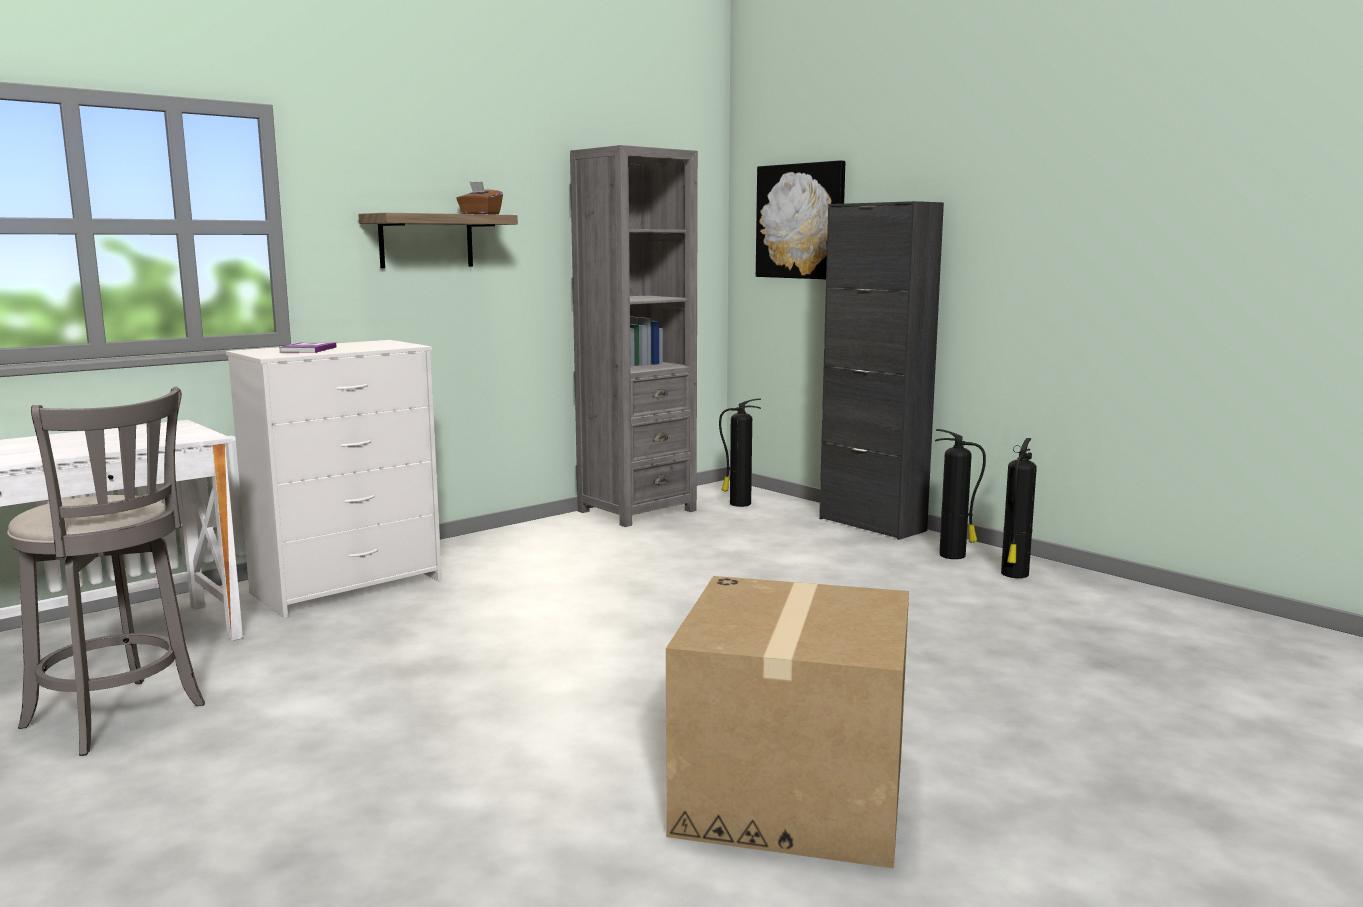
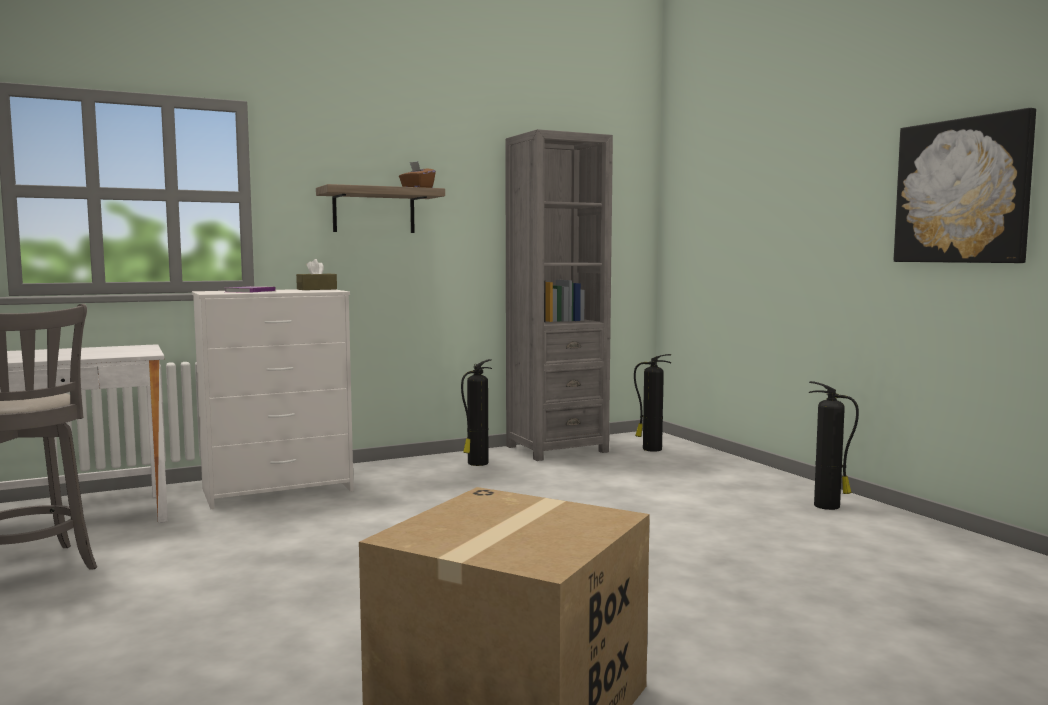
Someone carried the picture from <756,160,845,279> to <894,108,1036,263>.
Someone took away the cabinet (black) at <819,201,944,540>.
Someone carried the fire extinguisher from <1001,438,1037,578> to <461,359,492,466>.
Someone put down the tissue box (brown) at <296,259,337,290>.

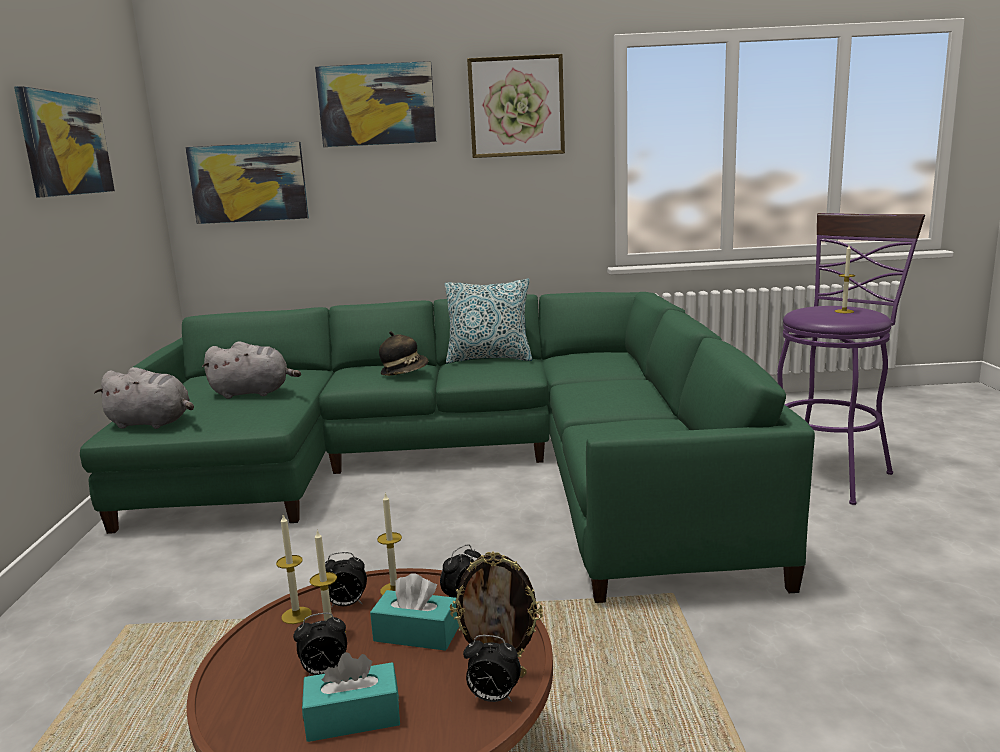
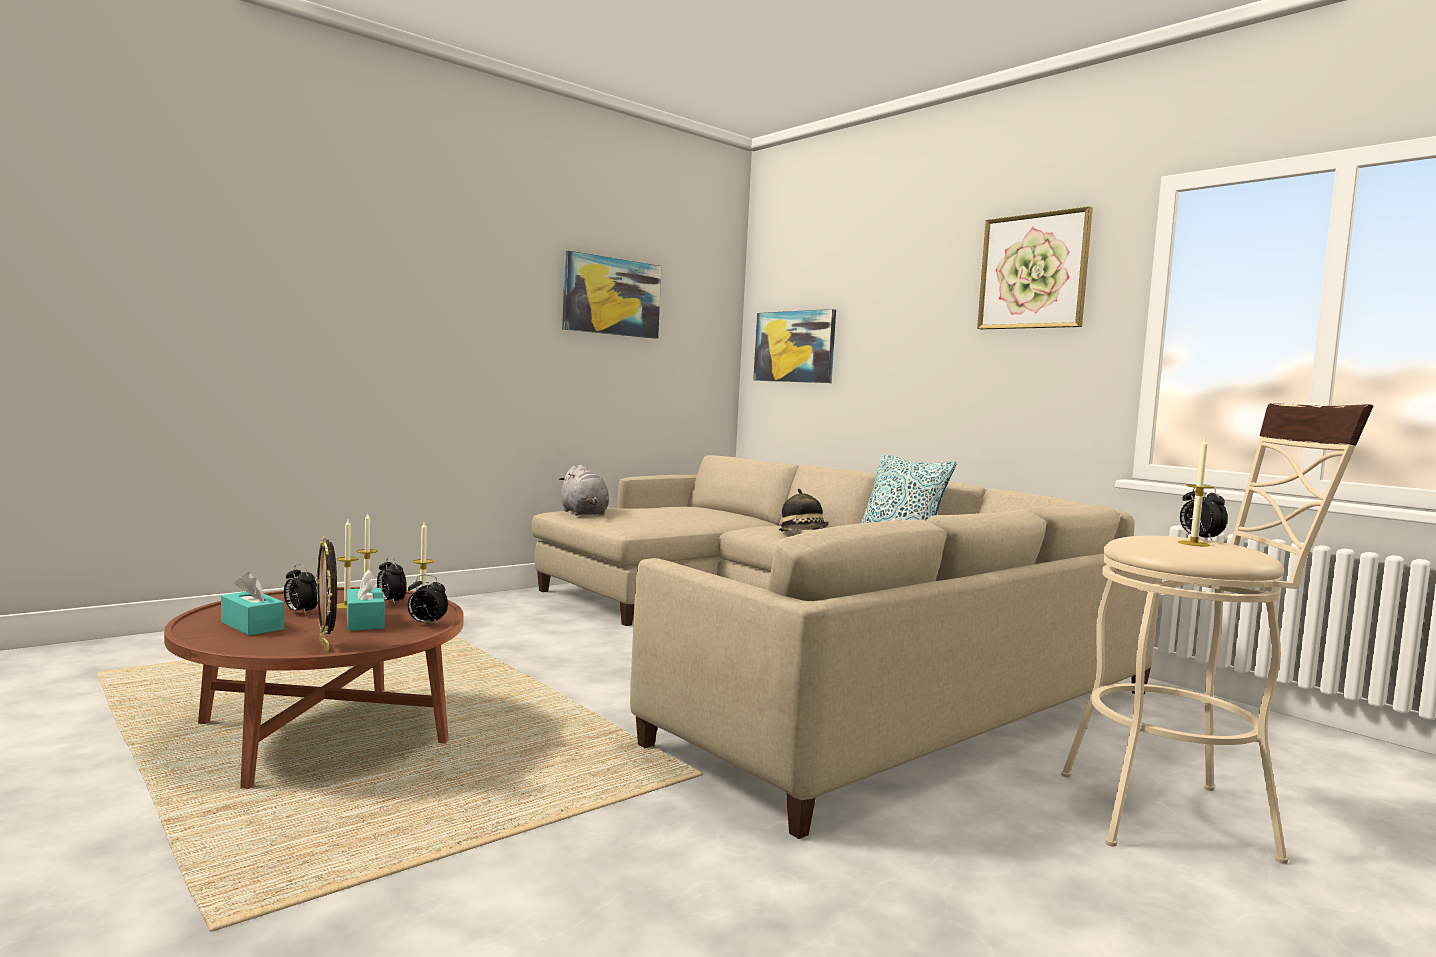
Someone took away the picture at <315,61,436,147>.
Someone repainted the stool (purple) at <777,213,925,505>, which became the stool (beige) at <1061,403,1374,864>.
Someone repainted the sofa (green) at <80,292,815,603>, which became the sofa (beige) at <531,455,1161,839>.
Someone took away the plush toy (grey) at <202,341,301,399>.
Someone carried the alarm clock from <463,635,521,702> to <1180,484,1228,541>.

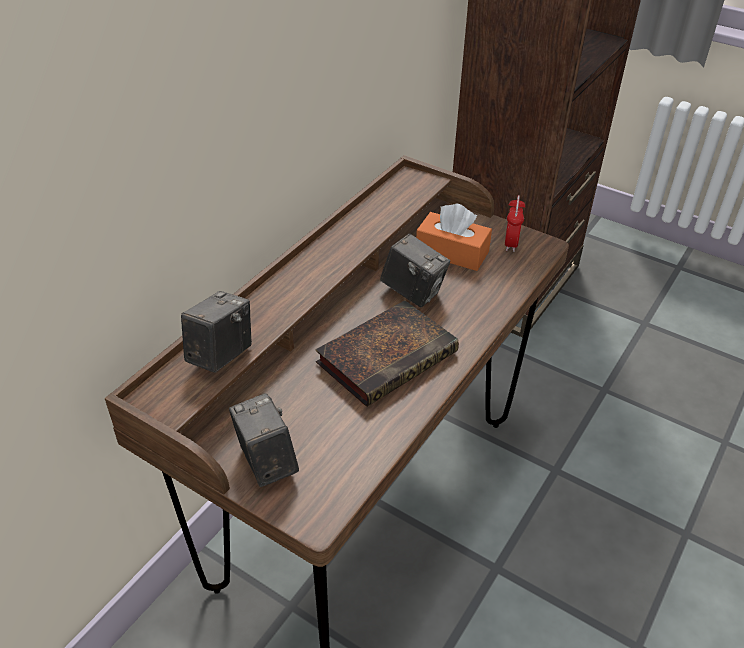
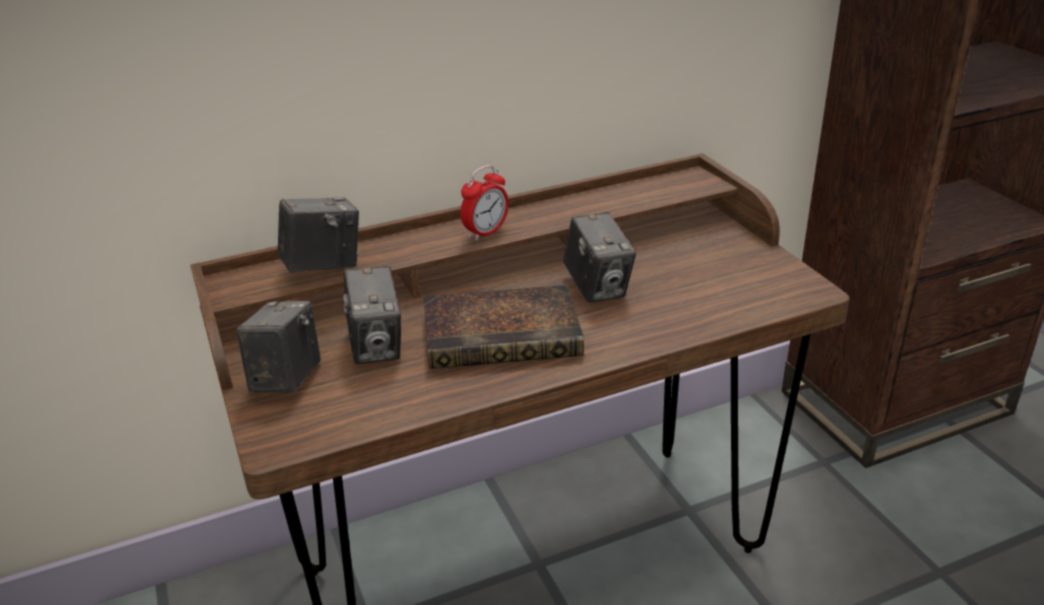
Someone carried the alarm clock from <505,195,525,252> to <461,165,509,241>.
Someone took away the tissue box (orange) at <416,204,492,271>.
Someone put down the photo camera at <343,266,401,364>.

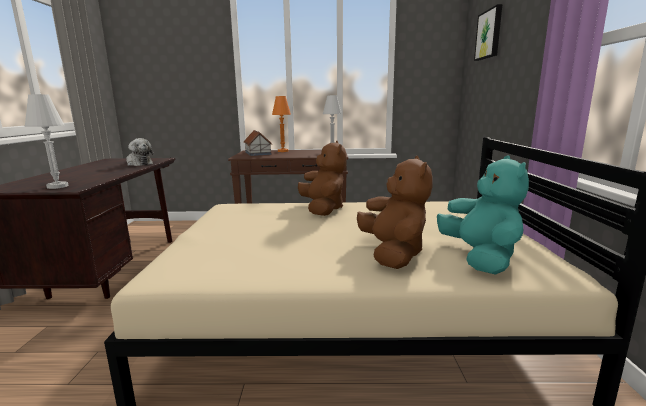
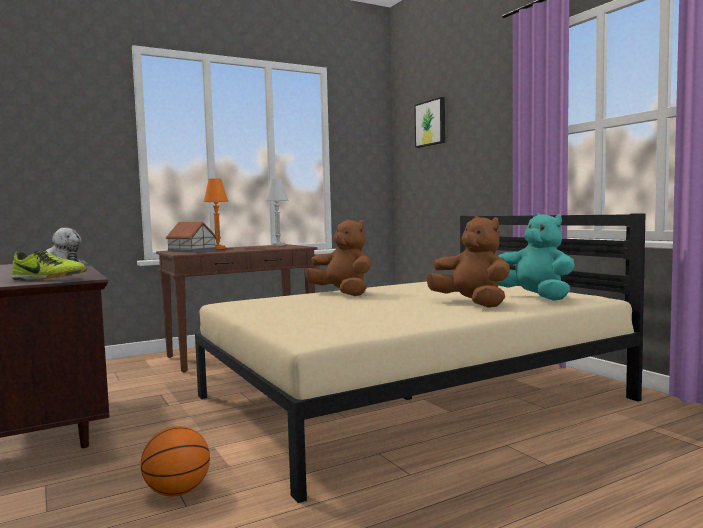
Someone swapped the table lamp (white) at <25,94,69,189> for the shoe at <12,250,87,281>.
Someone put down the basketball at <141,426,210,496>.

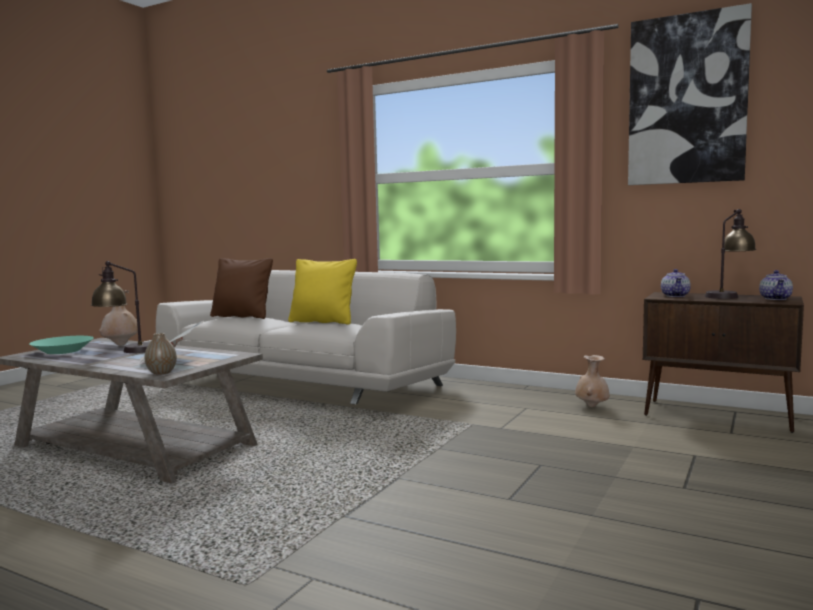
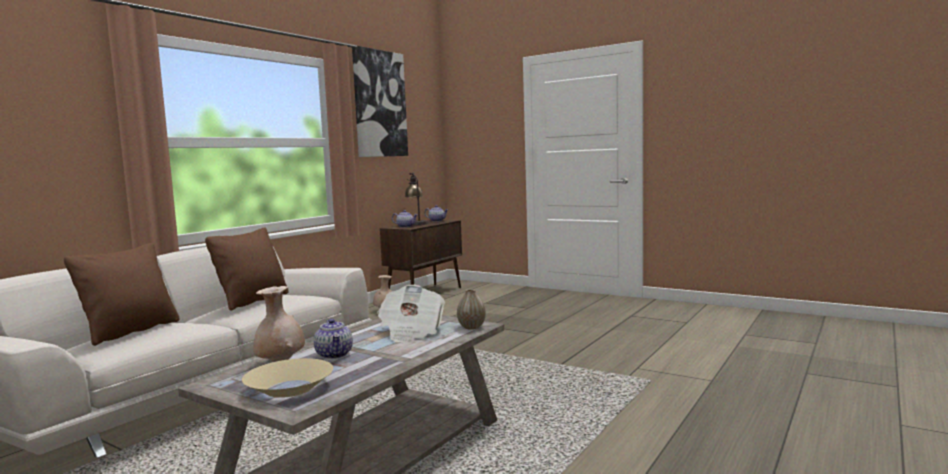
Someone repainted the pillow (yellow) at <288,259,357,325>, which became the pillow (brown) at <205,228,289,311>.
Someone swapped the table lamp at <91,261,150,353> for the teapot at <314,319,353,359>.
Someone repainted the bowl (turquoise) at <29,336,94,354>, which became the bowl (beige) at <242,358,333,398>.

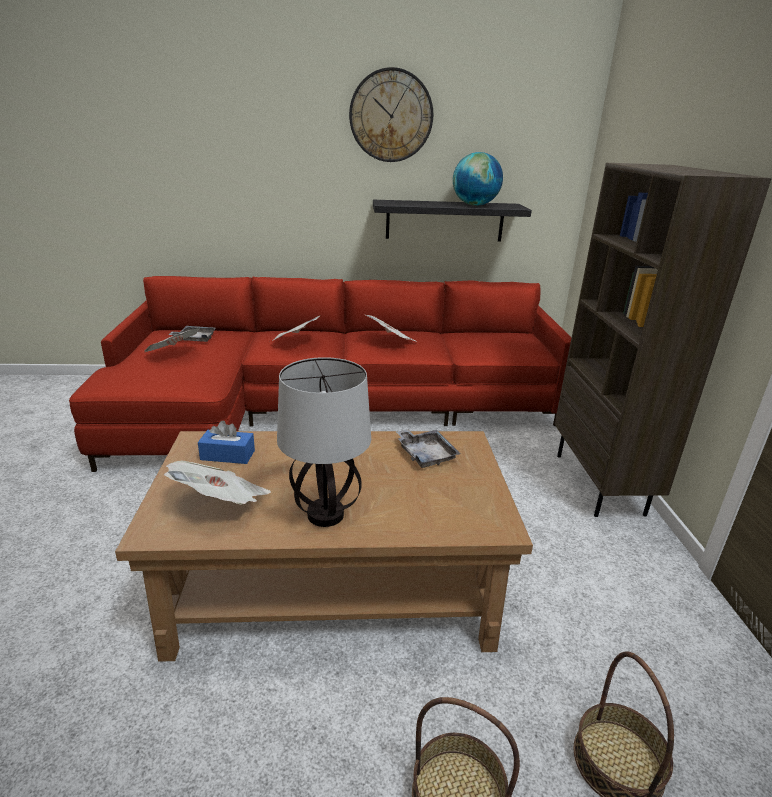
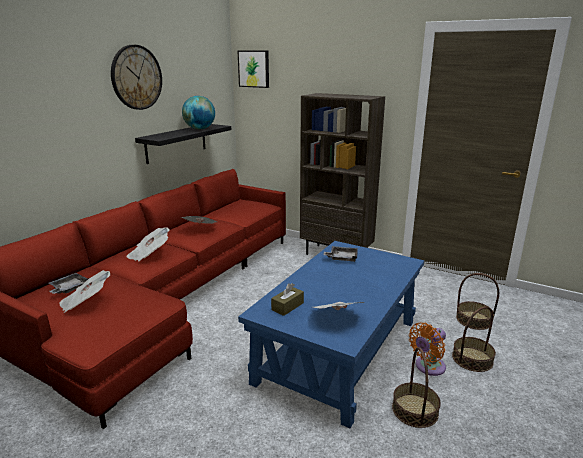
Someone took away the table lamp at <277,357,371,527>.
Someone repainted the tissue box (blue) at <198,421,255,464>, which became the tissue box (brown) at <271,283,304,316>.
Someone repainted the coffee table (brown) at <115,431,533,662>, which became the coffee table (blue) at <238,241,424,428>.
Someone put up the picture at <238,50,269,88>.
Someone put down the fan (orange) at <409,323,446,376>.
Someone put down the basket at <392,347,441,428>.

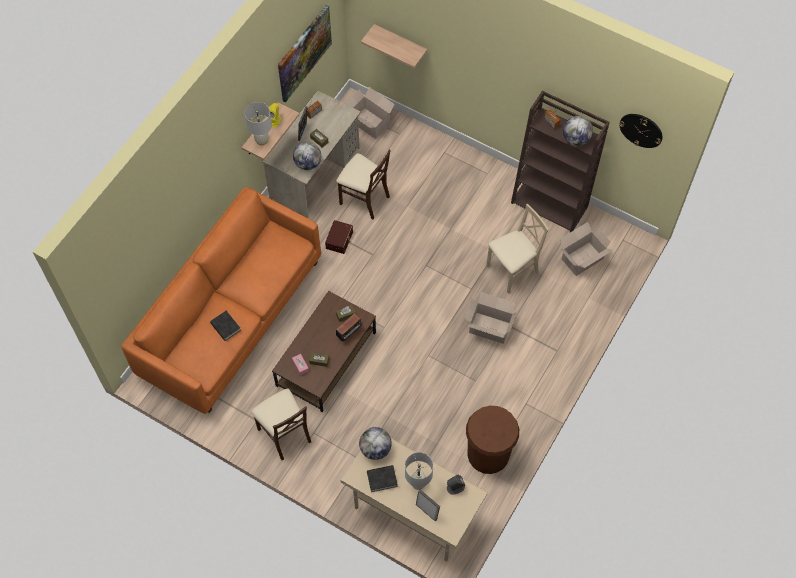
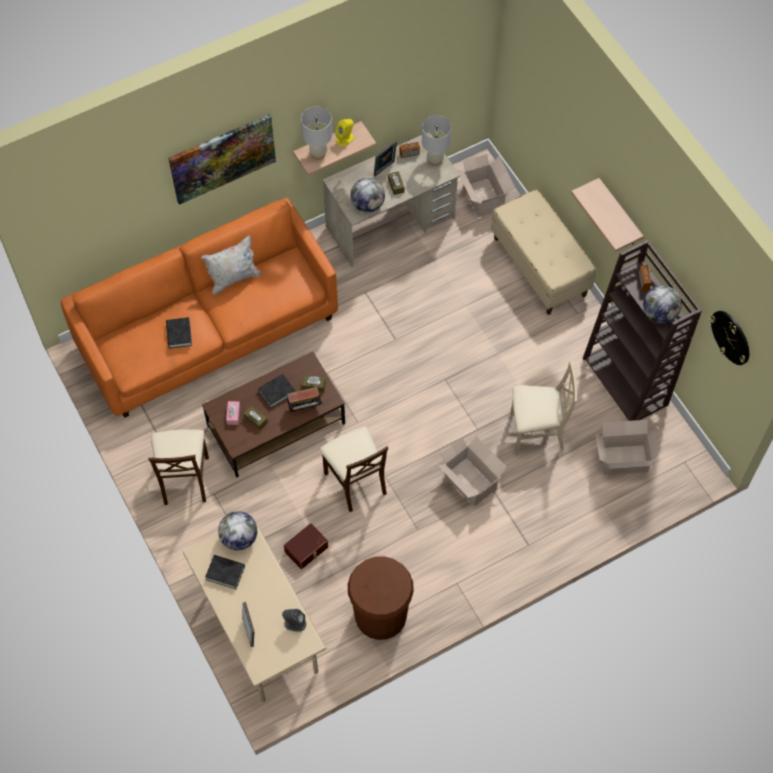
Someone carried the picture from <278,5,332,102> to <168,114,276,205>.
Someone carried the shelf from <361,24,427,68> to <571,178,644,252>.
Someone carried the chair (beige) from <336,149,391,219> to <320,426,388,512>.
Someone carried the storage box (brown) from <325,220,353,254> to <284,523,328,569>.
Someone carried the table lamp (white) from <405,452,433,490> to <422,115,451,166>.
Someone put down the bench (beige) at <491,189,596,315>.
Someone put down the pillow (white) at <201,235,262,295>.
Someone put down the book (black) at <258,374,295,408>.

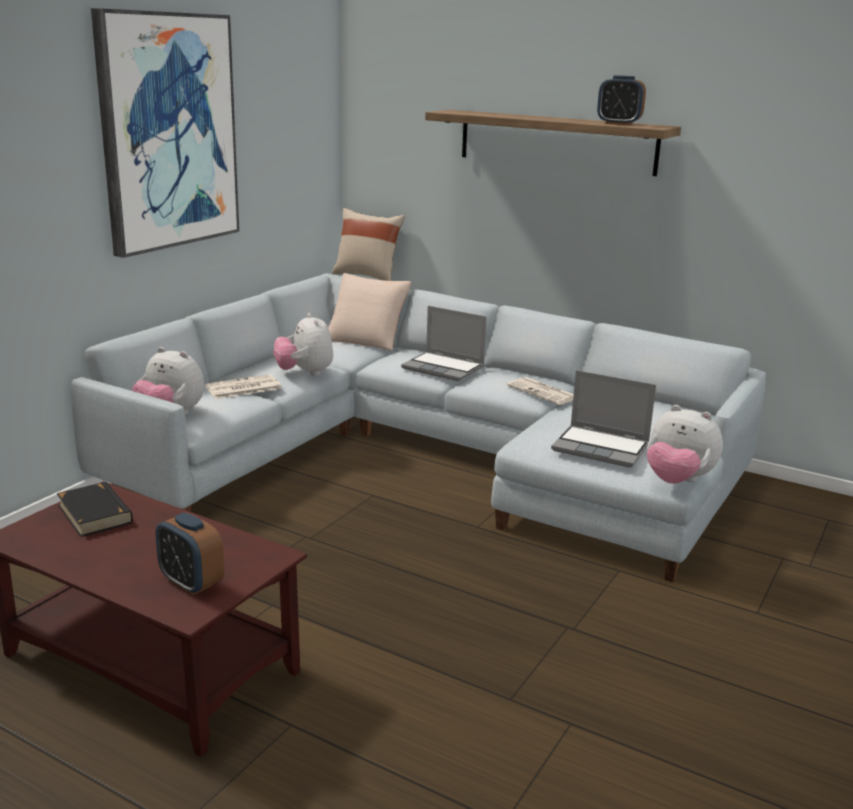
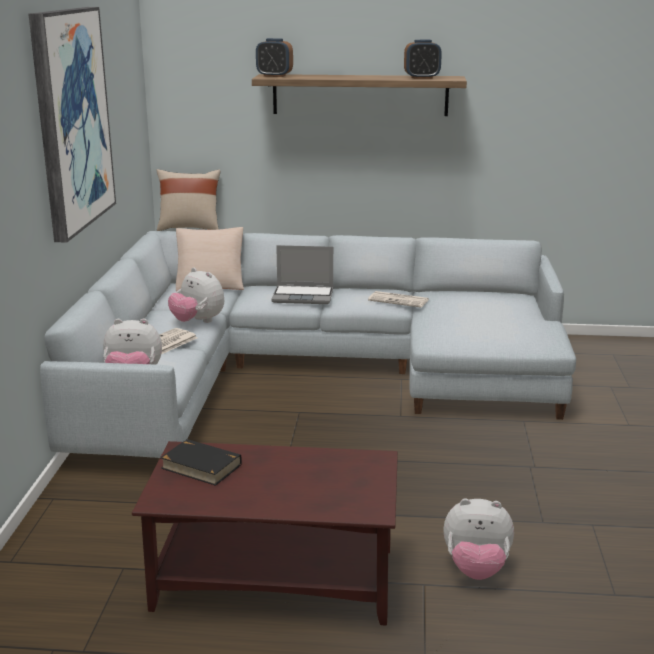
Someone took away the laptop at <551,370,656,468>.
Someone carried the plush toy from <647,405,723,484> to <443,498,514,580>.
Someone carried the alarm clock from <155,513,224,595> to <256,38,293,77>.

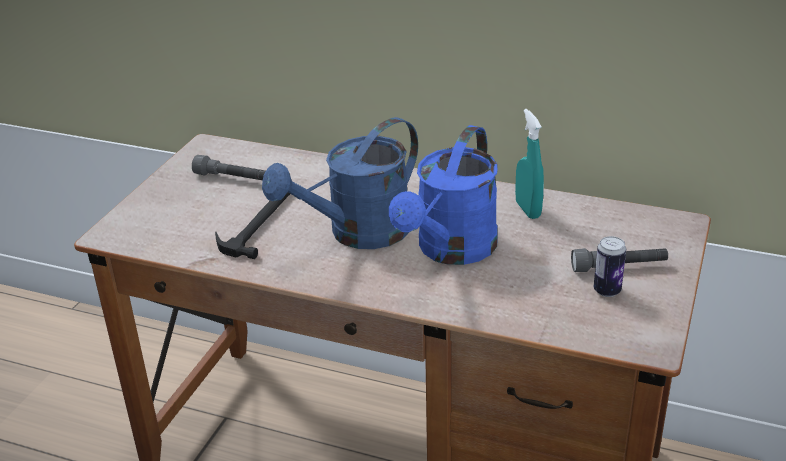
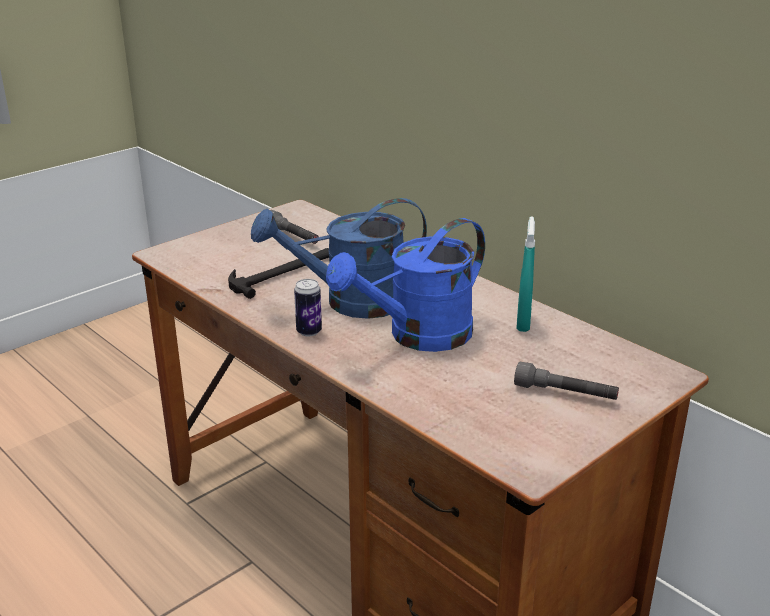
Someone carried the can from <594,236,626,297> to <294,279,322,337>.

